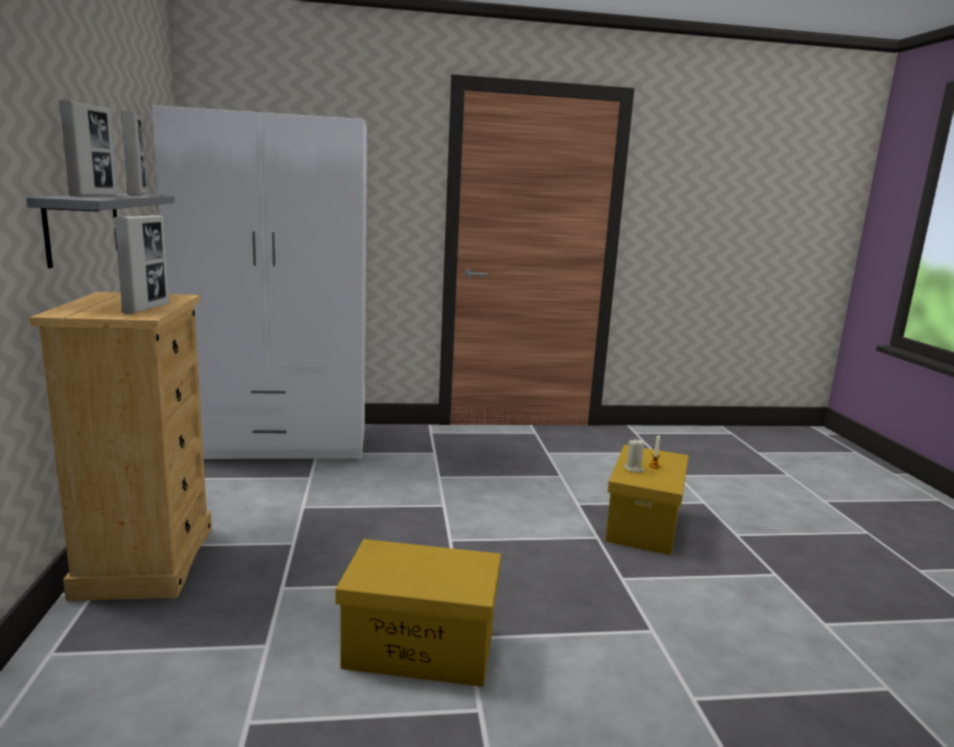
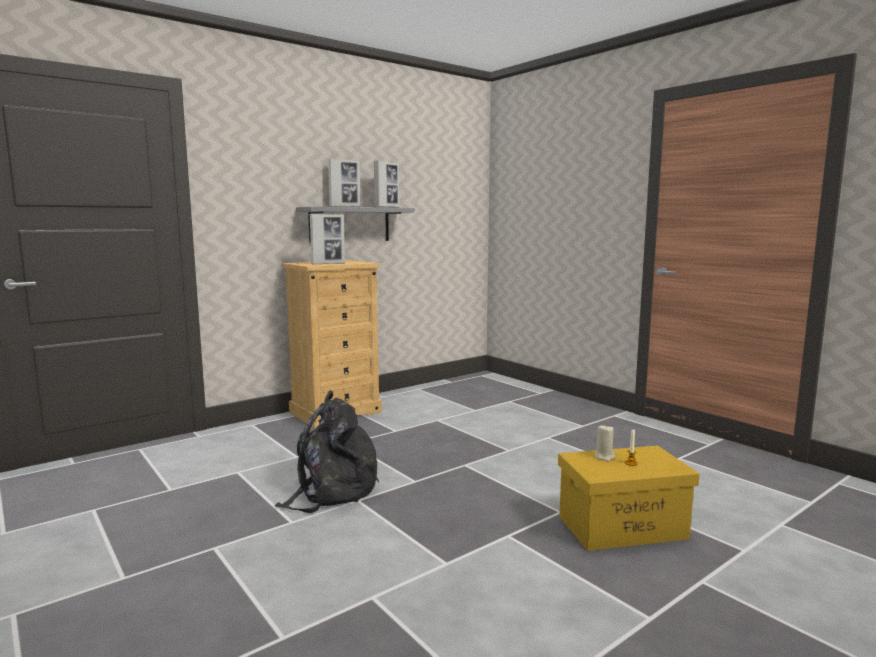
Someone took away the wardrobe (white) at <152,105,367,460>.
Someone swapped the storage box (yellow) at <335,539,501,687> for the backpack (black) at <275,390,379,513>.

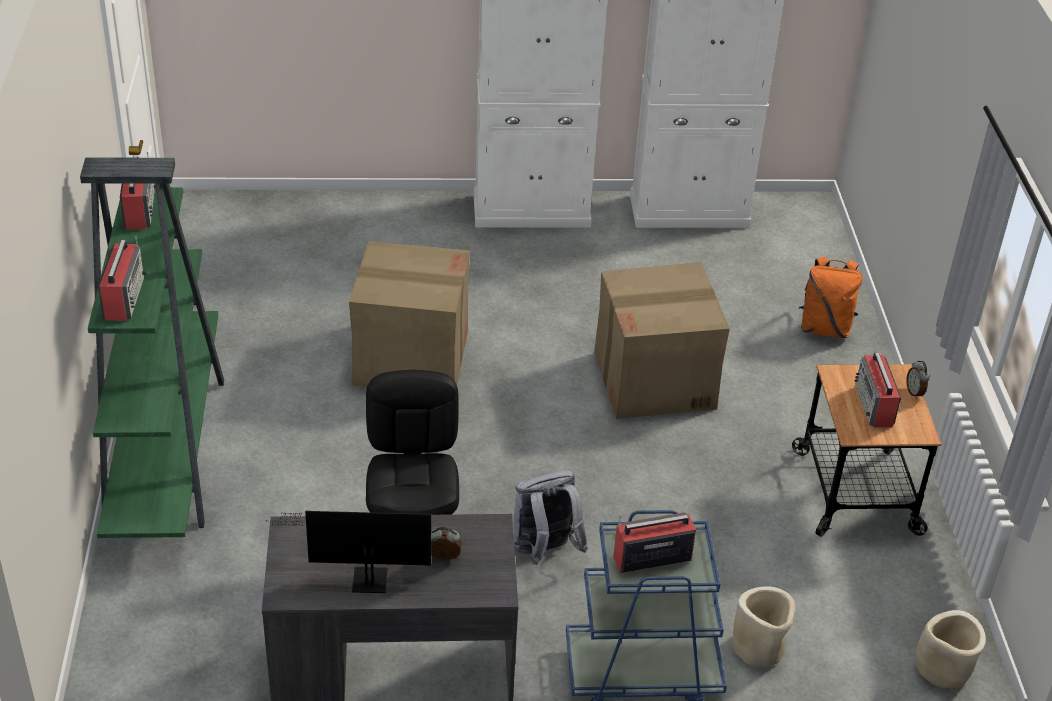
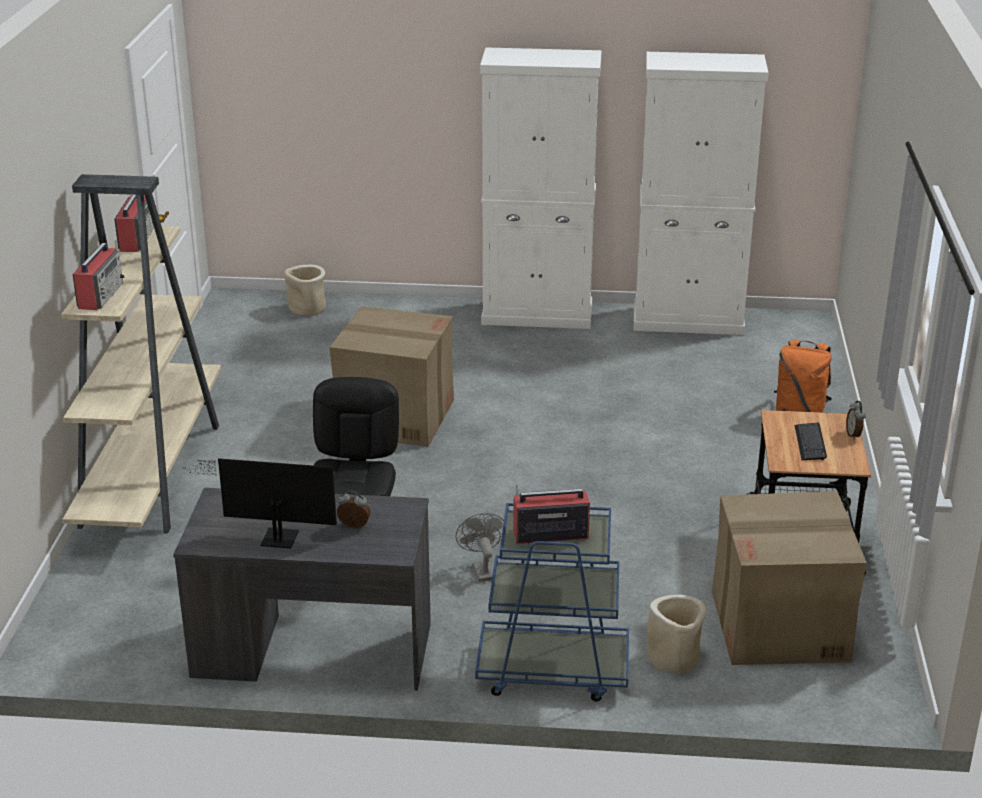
Someone repainted the bookcase (green) at <80,157,224,538>, which became the bookcase (beige) at <62,174,221,533>.
Someone carried the cardboard box from <594,262,730,419> to <712,491,867,665>.
Someone swapped the radio at <855,353,901,428> for the keyboard at <795,423,827,460>.
Someone swapped the backpack (grey) at <513,470,588,565> for the fan (grey) at <456,513,504,582>.
Someone carried the planter (beige) from <916,610,986,688> to <284,265,326,316>.

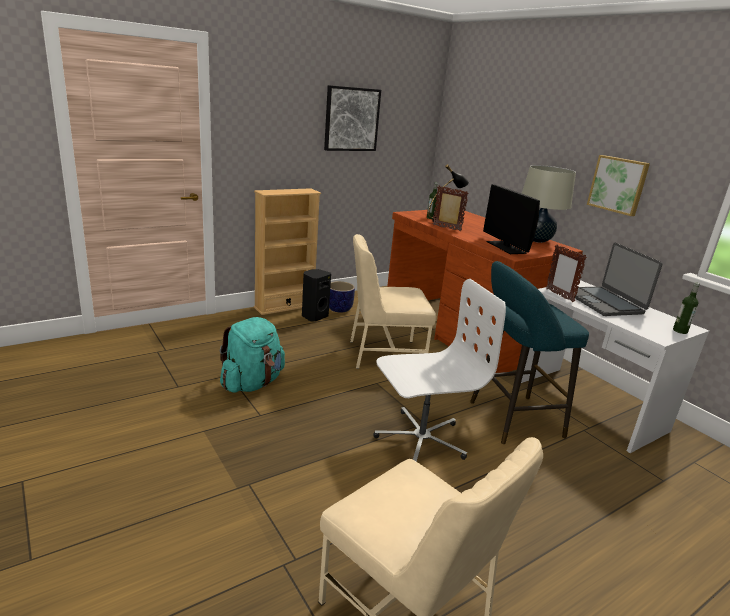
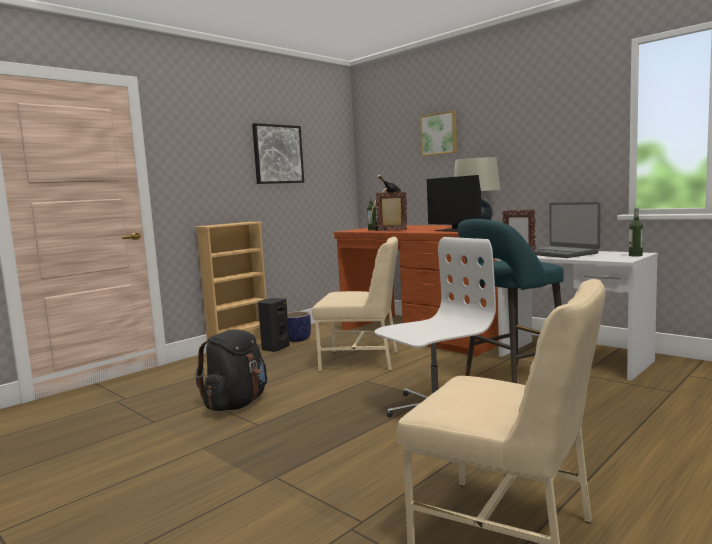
Someone carried the picture from <587,155,650,216> to <420,110,457,156>.
Someone rotated the chair (beige) at <350,234,436,369> by 150 degrees counterclockwise.
Someone repainted the backpack (turquoise) at <220,317,285,393>, which became the backpack (black) at <195,329,267,411>.

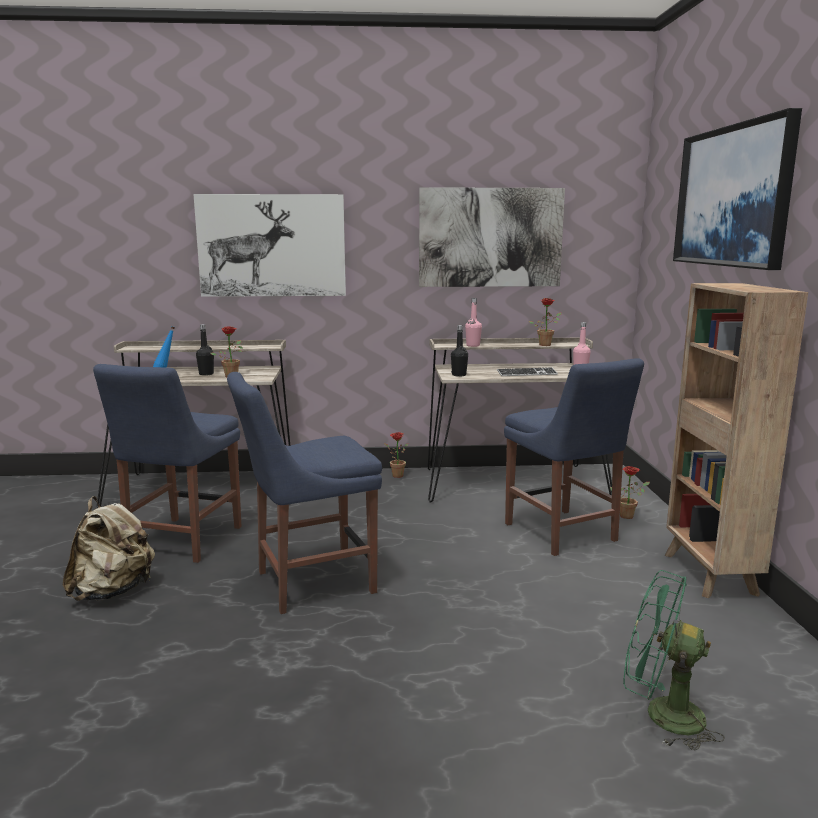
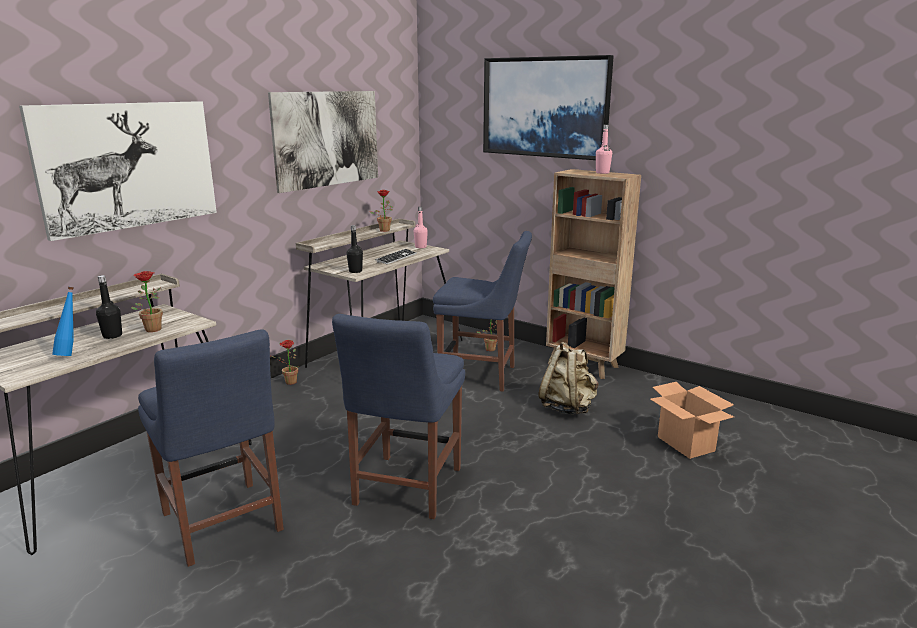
Someone carried the bottle (pink) from <465,298,482,347> to <596,124,612,174>.
Someone carried the backpack (beige) from <63,496,155,601> to <538,341,598,414>.
Someone swapped the fan (green) at <623,570,724,750> for the cardboard box at <650,382,734,459>.

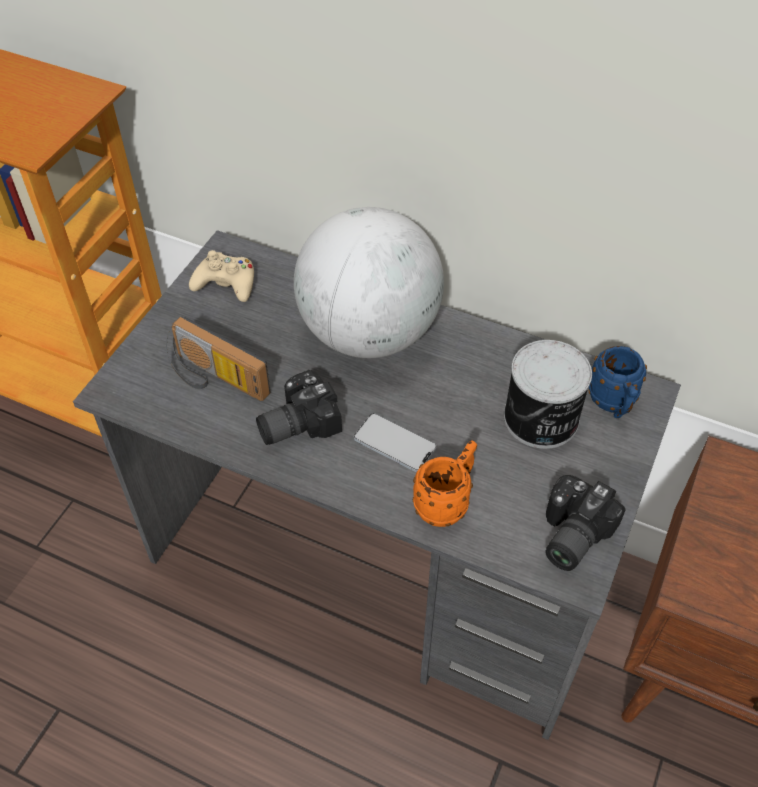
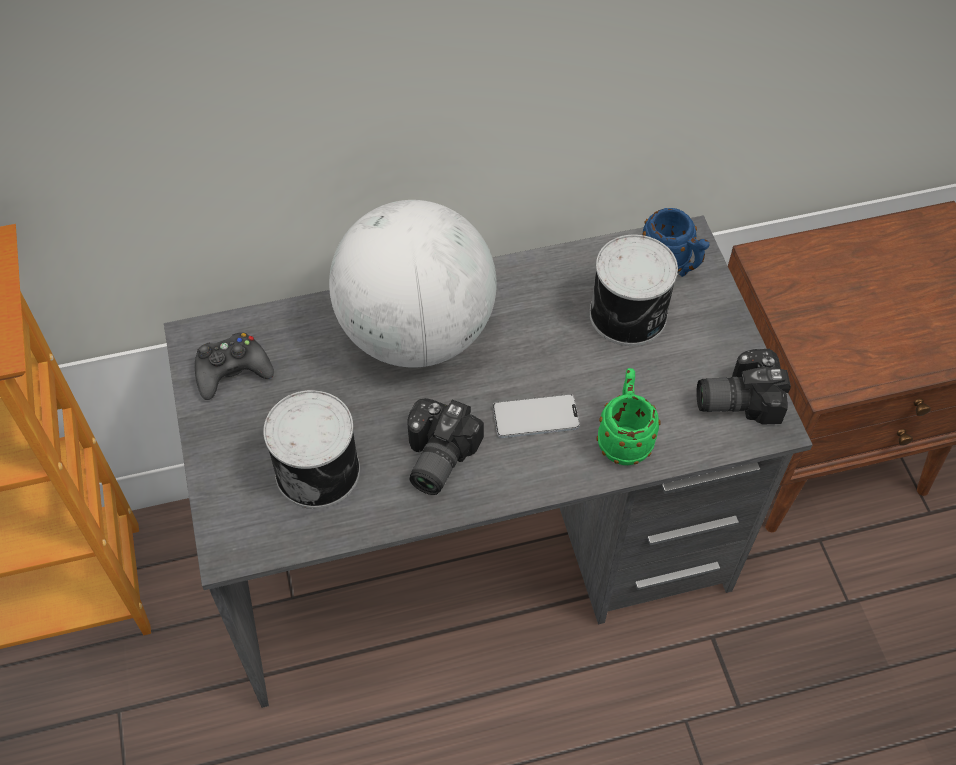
Someone repainted the game controller (beige) at <189,250,254,302>, which became the game controller (black) at <195,332,274,400>.
Someone swapped the radio at <166,316,271,401> for the can at <263,390,360,509>.
Someone repainted the mug (orange) at <413,441,477,527>, which became the mug (green) at <596,368,661,465>.
Someone rotated the photo camera at <545,475,626,571> by 90 degrees clockwise.

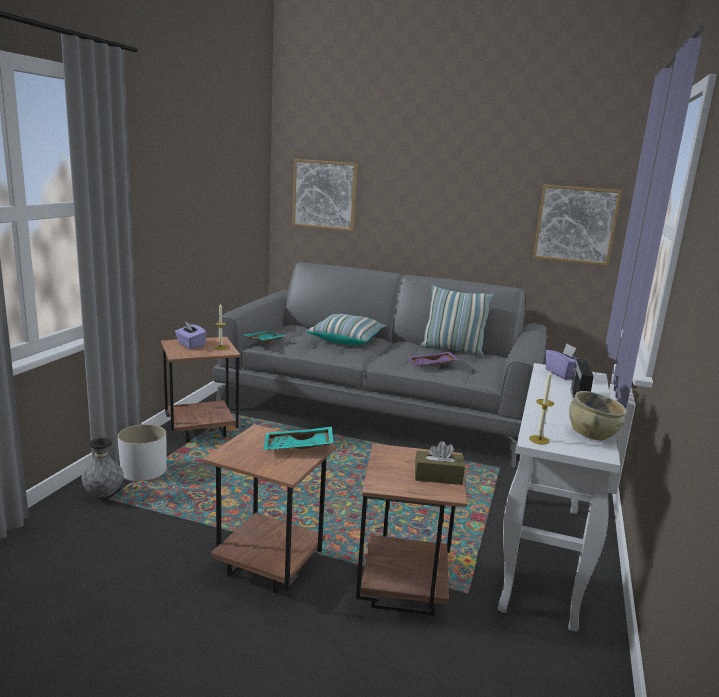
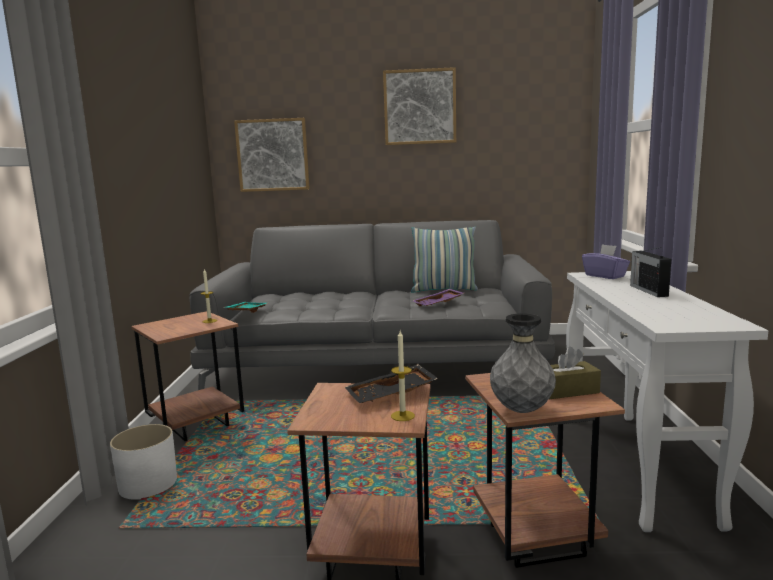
Someone carried the picture from <533,185,622,266> to <383,67,456,145>.
Someone took away the pillow at <306,314,386,345>.
Someone took away the tissue box (purple) at <175,320,207,349>.
Someone carried the candle from <529,370,554,444> to <391,331,415,421>.
Someone took away the bowl (beige) at <569,391,626,440>.
Someone repainted the tray (turquoise) at <263,427,333,450>, which became the tray (black) at <345,364,439,403>.
Someone carried the vase (grey) from <82,438,124,497> to <490,313,556,413>.

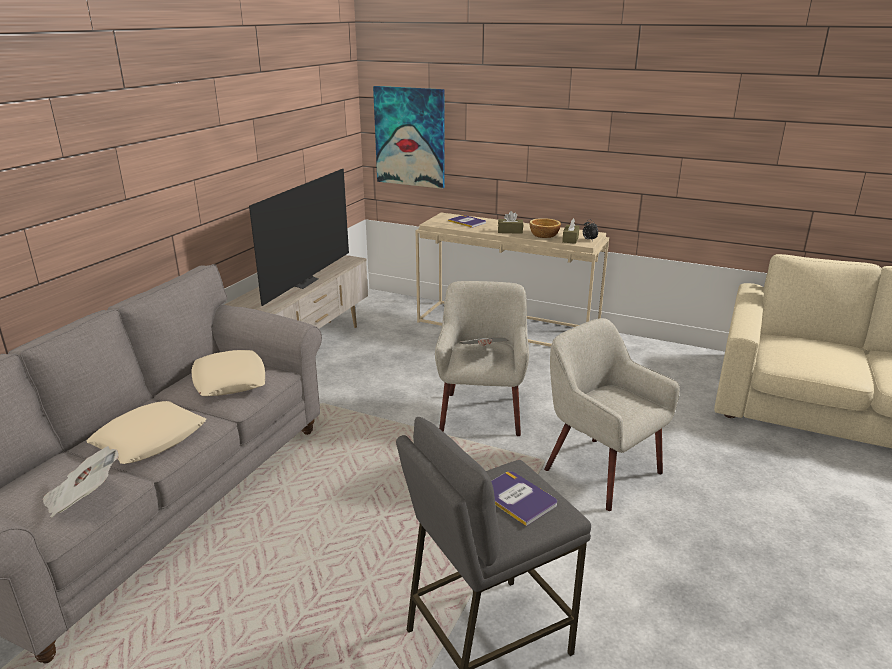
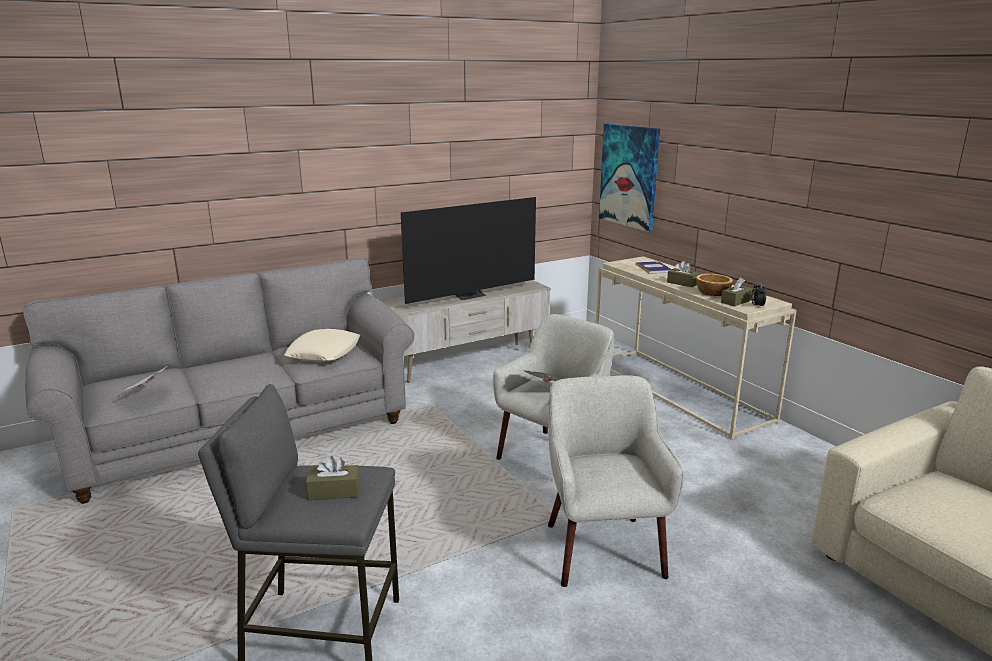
Someone took away the pillow (beige) at <86,401,206,464>.
Someone swapped the book at <491,471,557,526> for the tissue box (brown) at <306,456,360,500>.

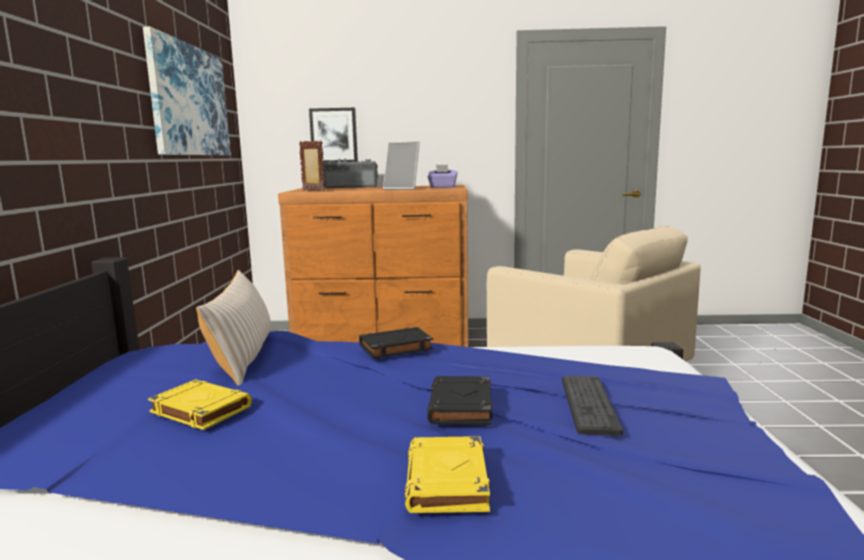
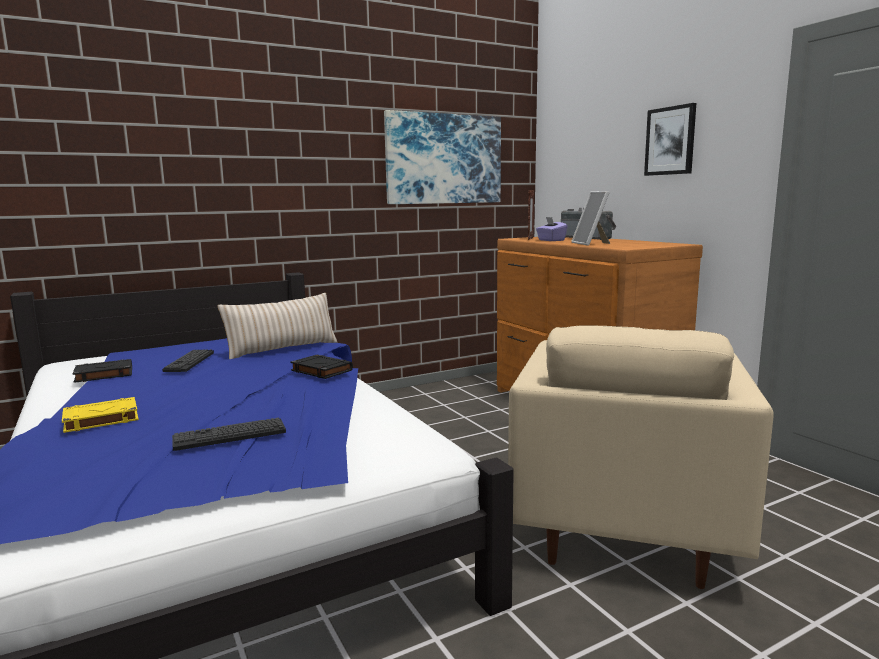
Someone carried the picture from <309,108,358,163> to <644,103,696,176>.
Someone carried the tissue box (purple) from <428,165,458,188> to <536,217,568,241>.
Someone carried the book (black) from <427,376,492,425> to <72,359,132,383>.
Someone swapped the book (yellow) at <148,379,252,430> for the keyboard at <162,350,214,372>.

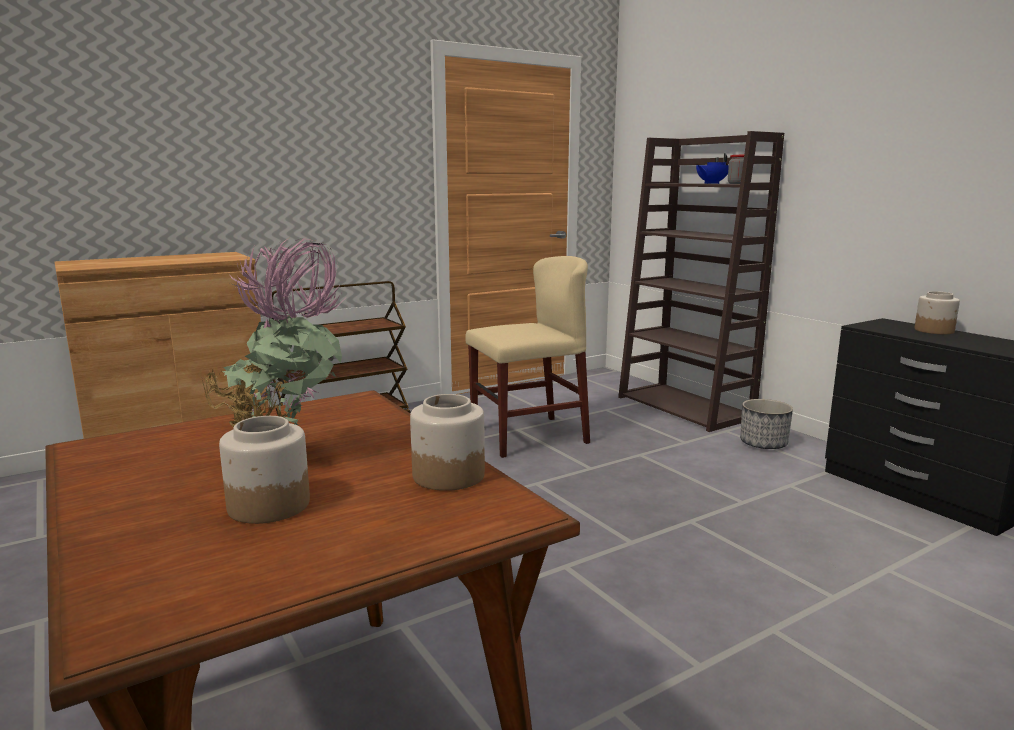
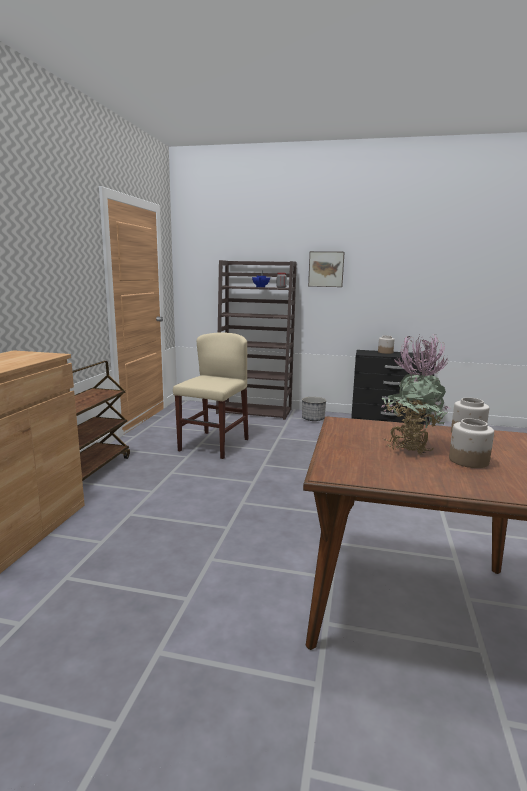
Someone put up the picture at <308,251,345,287>.

